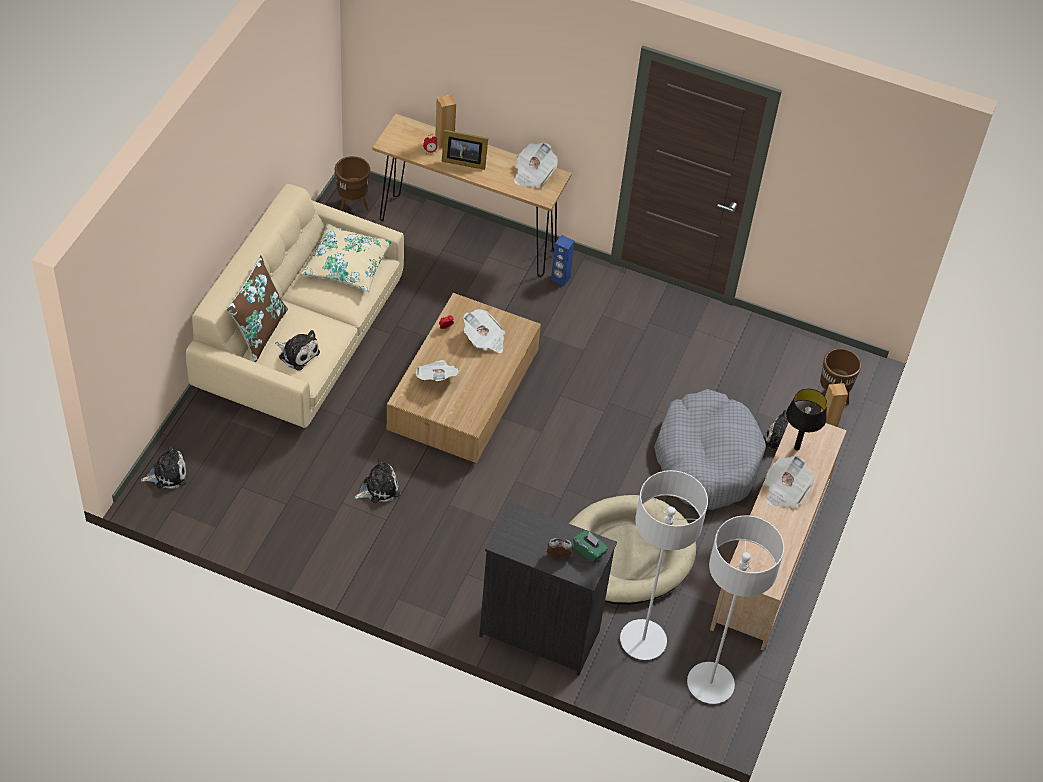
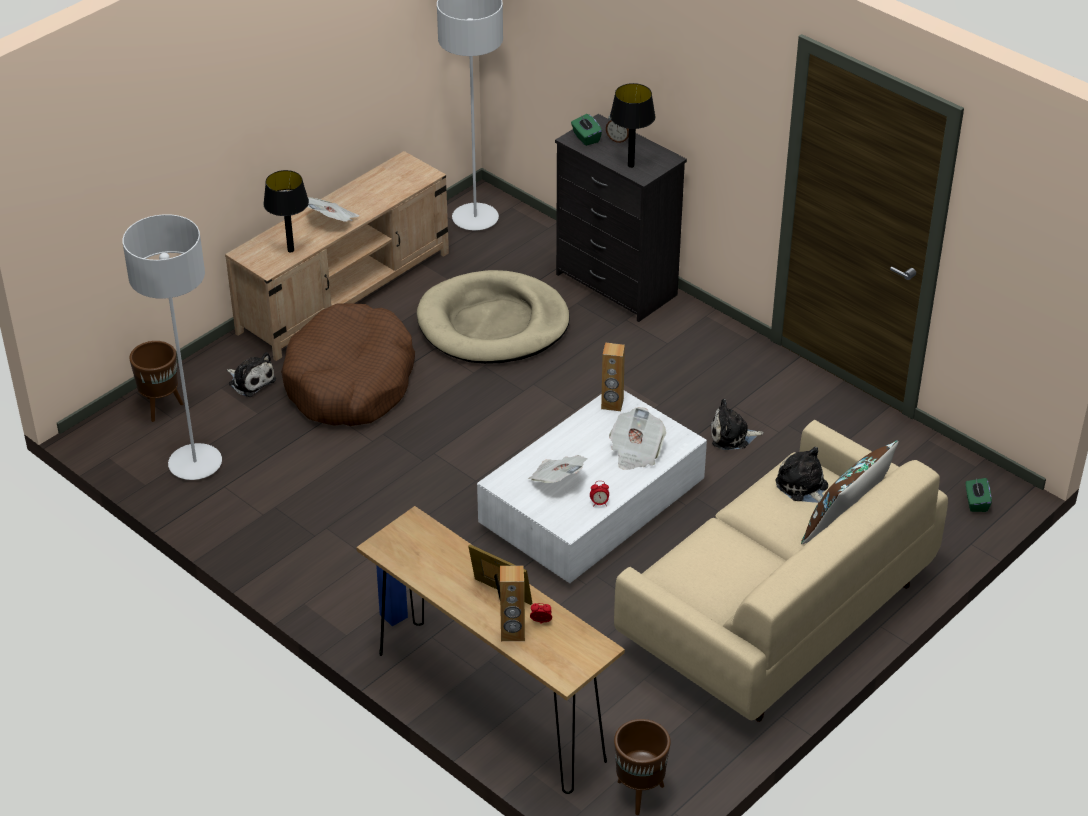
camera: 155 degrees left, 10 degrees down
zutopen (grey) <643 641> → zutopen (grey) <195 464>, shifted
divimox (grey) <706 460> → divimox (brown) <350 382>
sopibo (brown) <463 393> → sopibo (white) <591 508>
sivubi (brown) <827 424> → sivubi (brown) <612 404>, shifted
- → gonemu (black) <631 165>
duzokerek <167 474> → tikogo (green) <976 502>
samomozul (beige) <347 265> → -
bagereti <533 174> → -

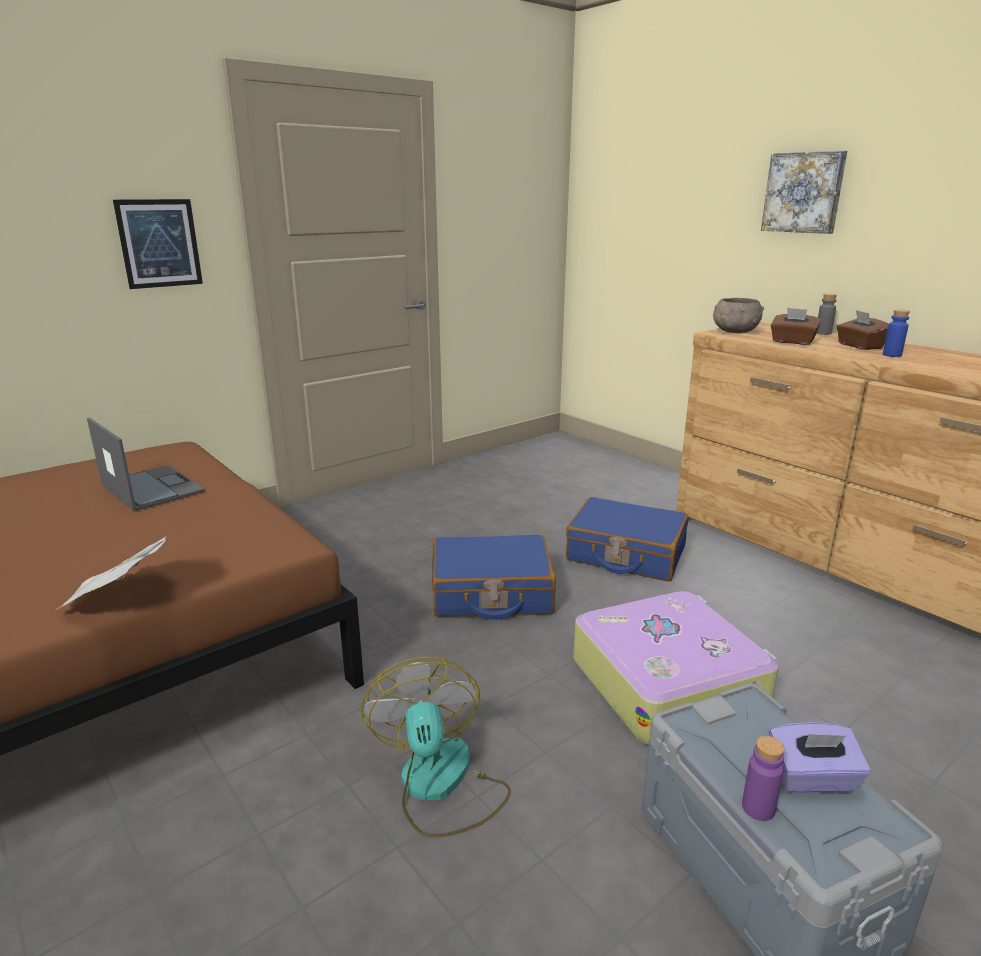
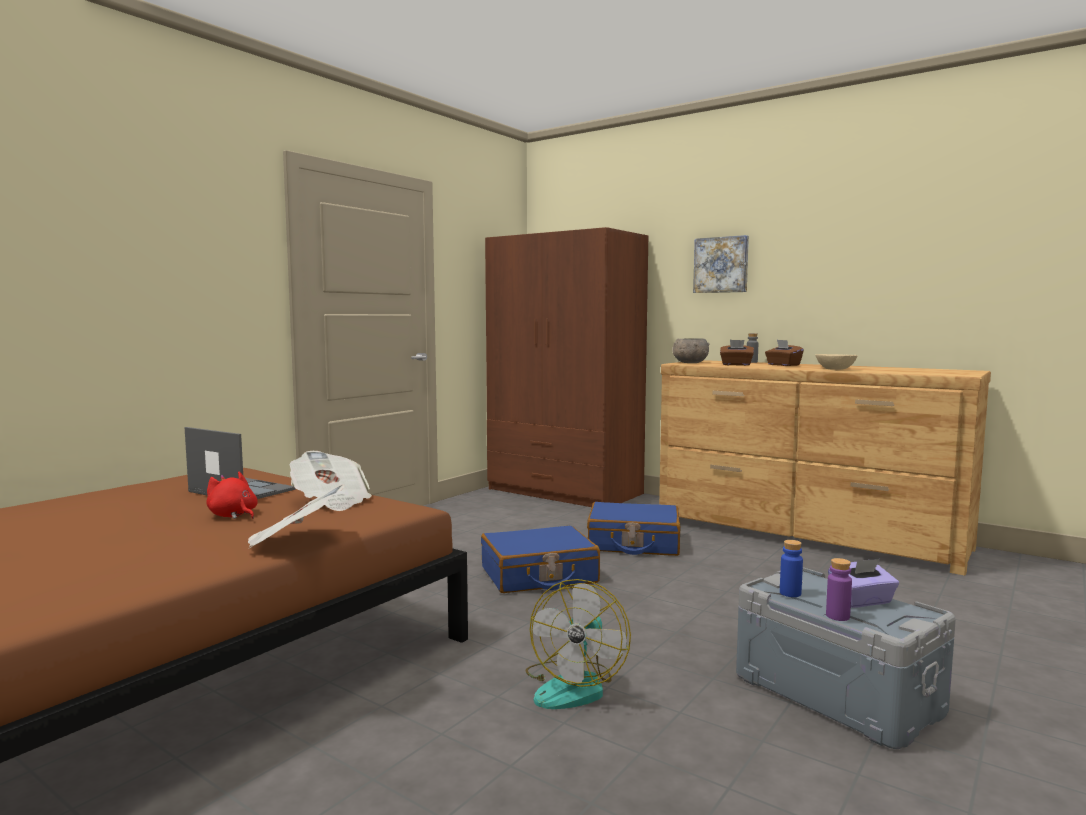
camera: 15 degrees left, 15 degrees down
- → duzokerek (red) <233 515>
- → bagereti <331 501>
- → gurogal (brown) <564 492>
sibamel <440 785> → sibamel <574 686>, 135 degrees counterclockwise
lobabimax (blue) <892 355> → lobabimax (blue) <790 593>, shifted
- → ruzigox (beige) <835 369>
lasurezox <159 243> → -
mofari <668 682> → -

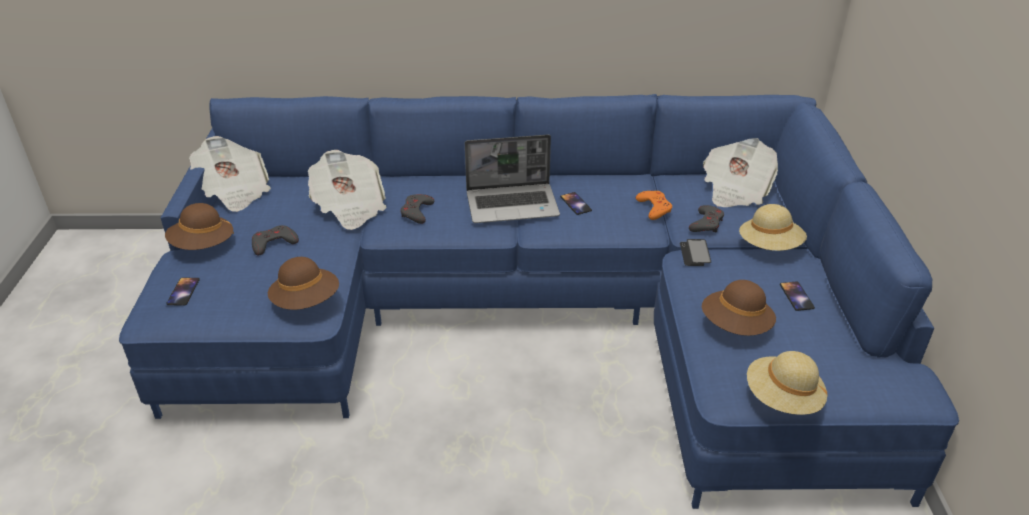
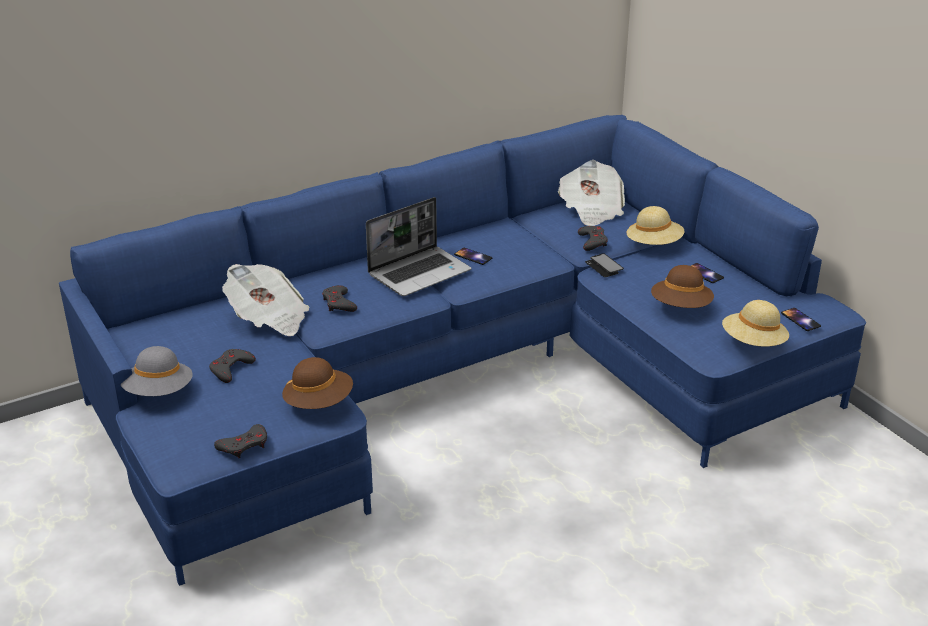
camera: 30 degrees left, 5 degrees down
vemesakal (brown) <203 245> → vemesakal (grey) <159 392>
- → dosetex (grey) <244 445>
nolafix <183 292> → nolafix <800 320>, shifted
bagereti <234 191> → -
dosetex (orange) <654 208> → -

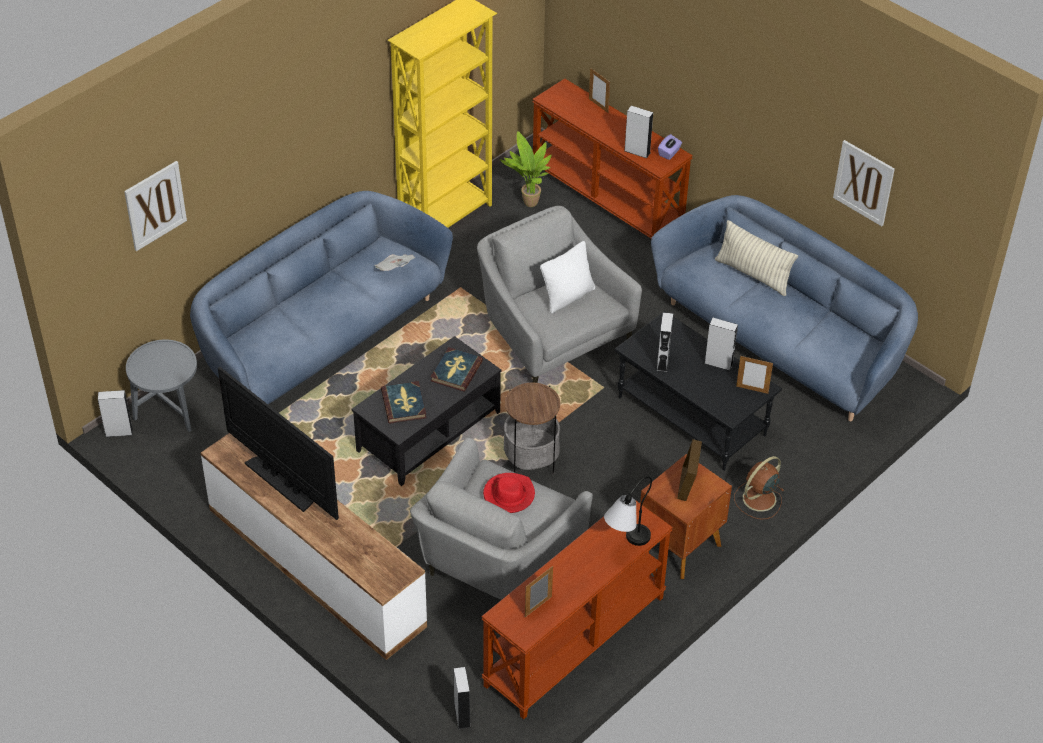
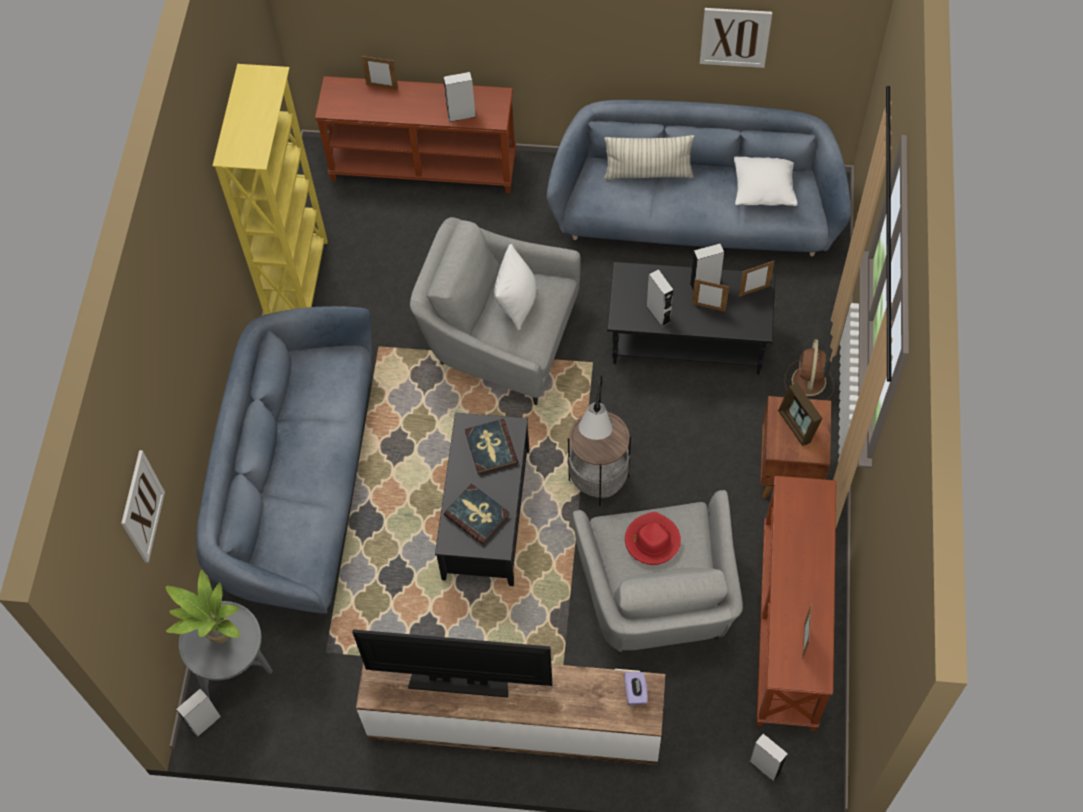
camera: 35 degrees left, 15 degrees up
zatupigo <528 204> → zatupigo <218 638>, shifted
gonemu <625 544> → gonemu <596 440>, shifted
tikogo (purple) <669 153> → tikogo (purple) <635 692>, shifted
- → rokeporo <708 307>
- → samomozul (white) <763 191>
bagereti <395 269> → -

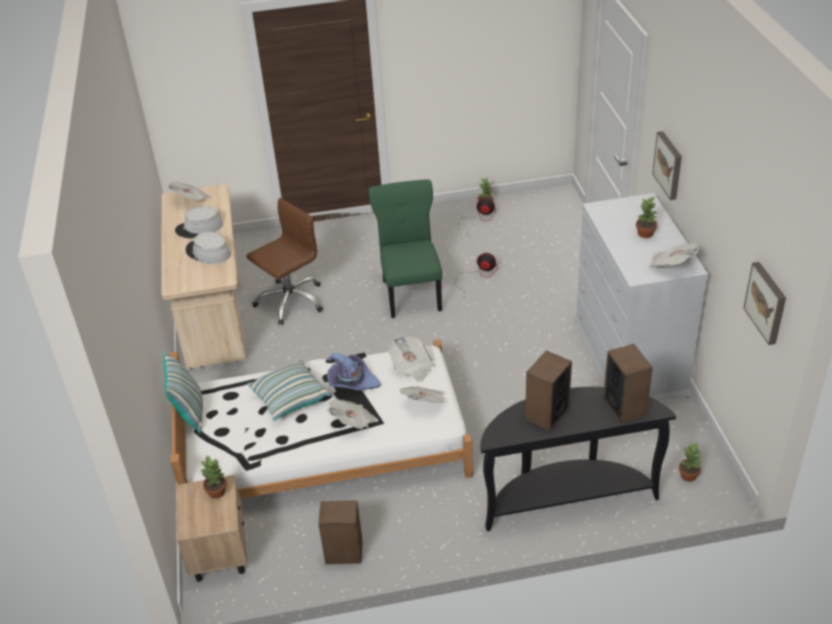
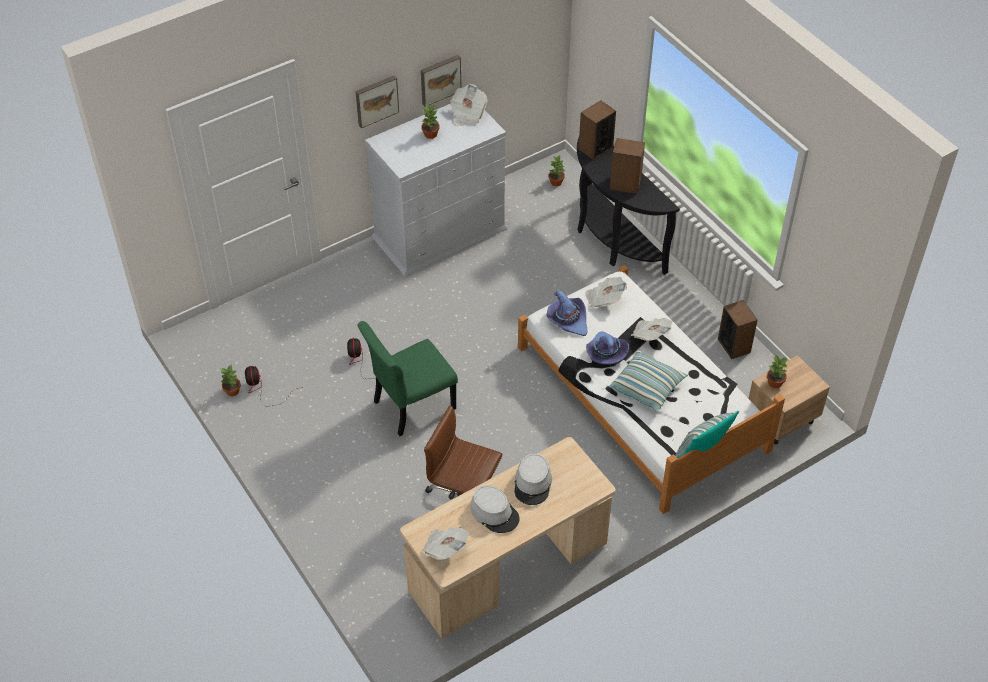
camera: 115 degrees left, 10 degrees up
lasurezox <767 302> → lasurezox <439 79>, shifted
bagereti <412 367> → vemesakal (purple) <567 320>

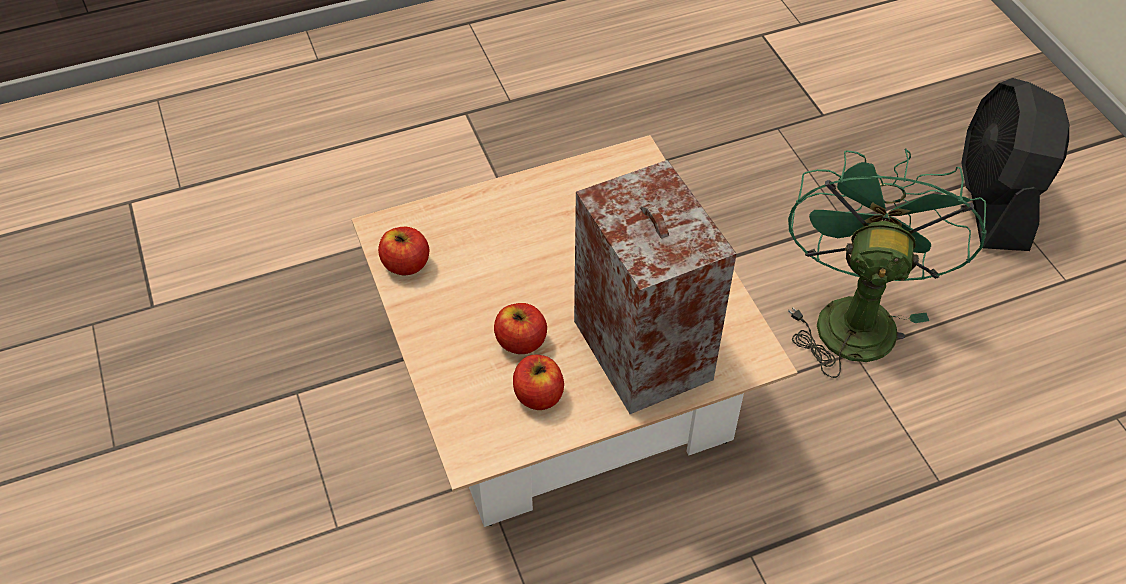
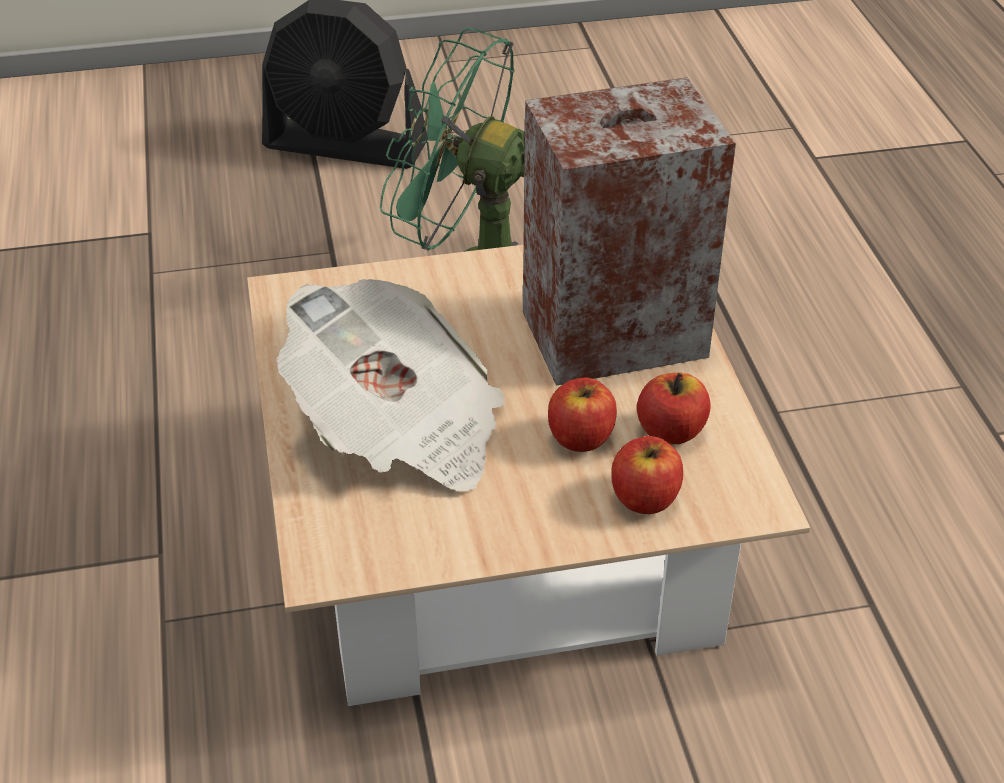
camera: 80 degrees left, 10 degrees down
- → bagereti <399 429>
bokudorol <406 264> → bokudorol <644 498>, shifted

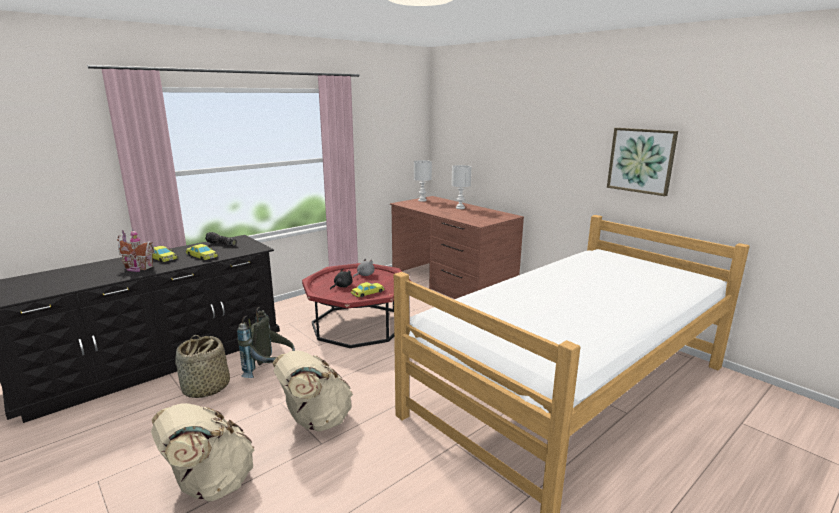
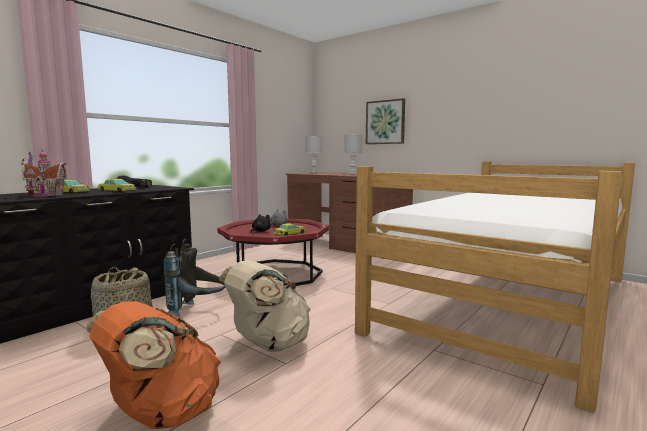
camera: 10 degrees left, 10 degrees down
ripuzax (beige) <210 484> → ripuzax (orange) <161 415>
lasurezox <641 160> → lasurezox <385 122>, shifted

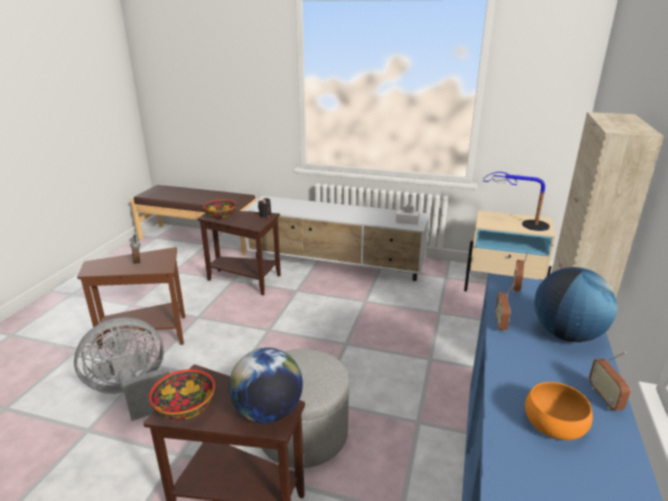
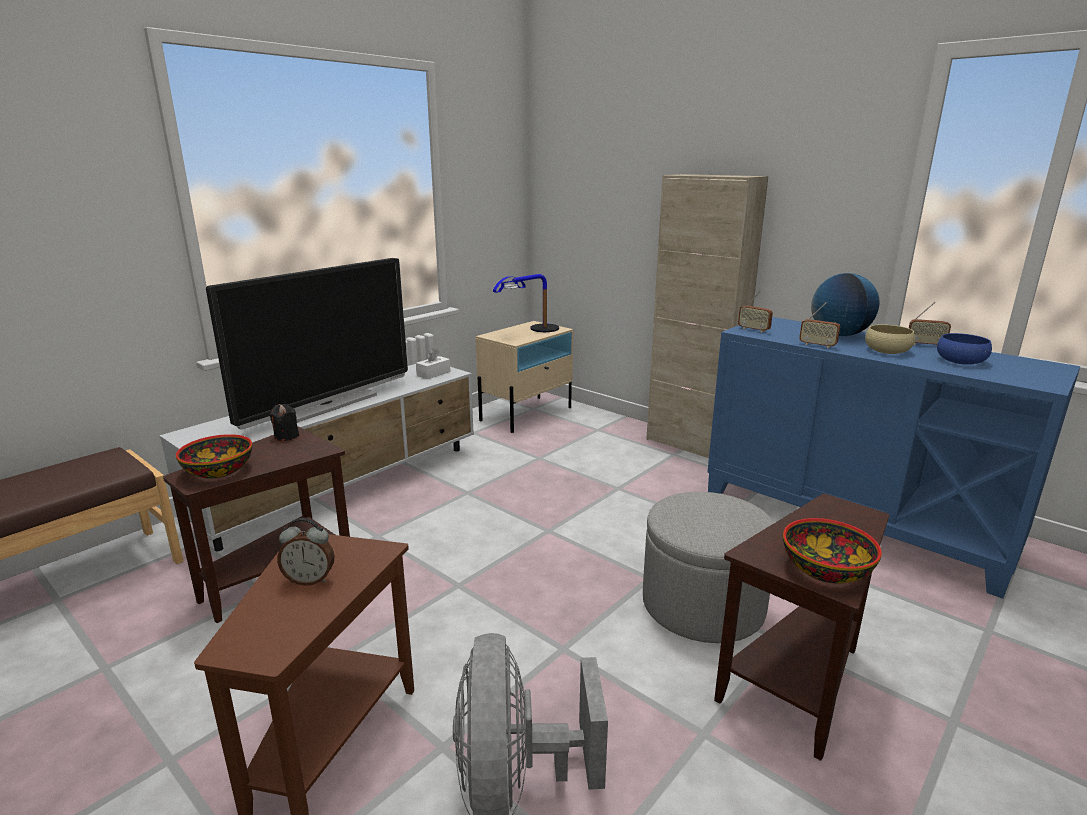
camera: 65 degrees left, 5 degrees down
- → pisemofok <326 405>
- → ruzigox (beige) <887 350>
ruzigox (orange) <554 424> → ruzigox (blue) <960 361>
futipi <268 412> → -

